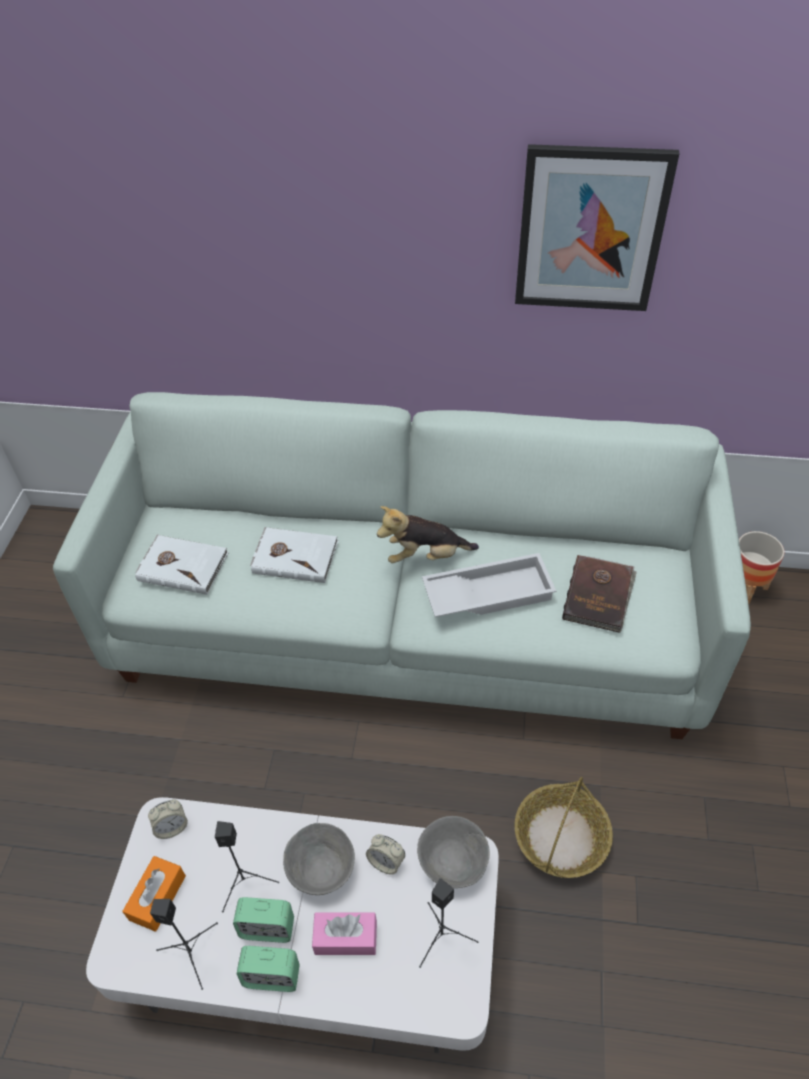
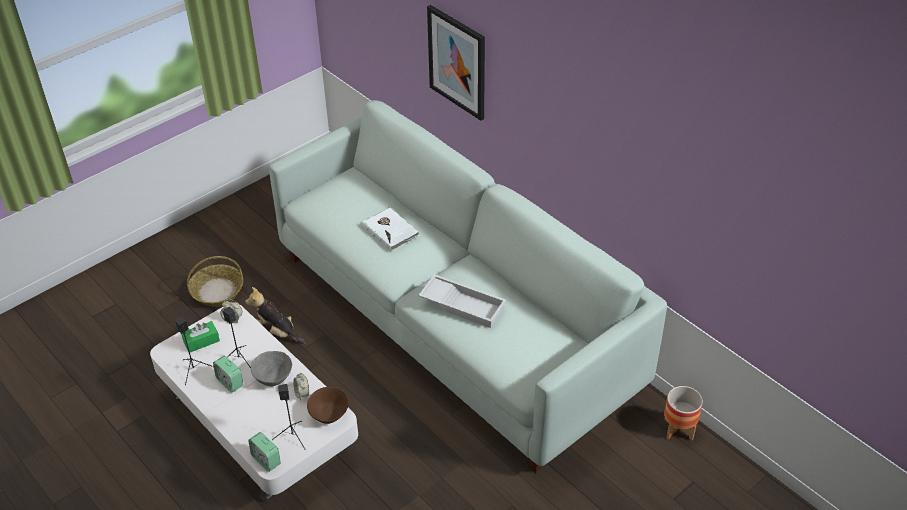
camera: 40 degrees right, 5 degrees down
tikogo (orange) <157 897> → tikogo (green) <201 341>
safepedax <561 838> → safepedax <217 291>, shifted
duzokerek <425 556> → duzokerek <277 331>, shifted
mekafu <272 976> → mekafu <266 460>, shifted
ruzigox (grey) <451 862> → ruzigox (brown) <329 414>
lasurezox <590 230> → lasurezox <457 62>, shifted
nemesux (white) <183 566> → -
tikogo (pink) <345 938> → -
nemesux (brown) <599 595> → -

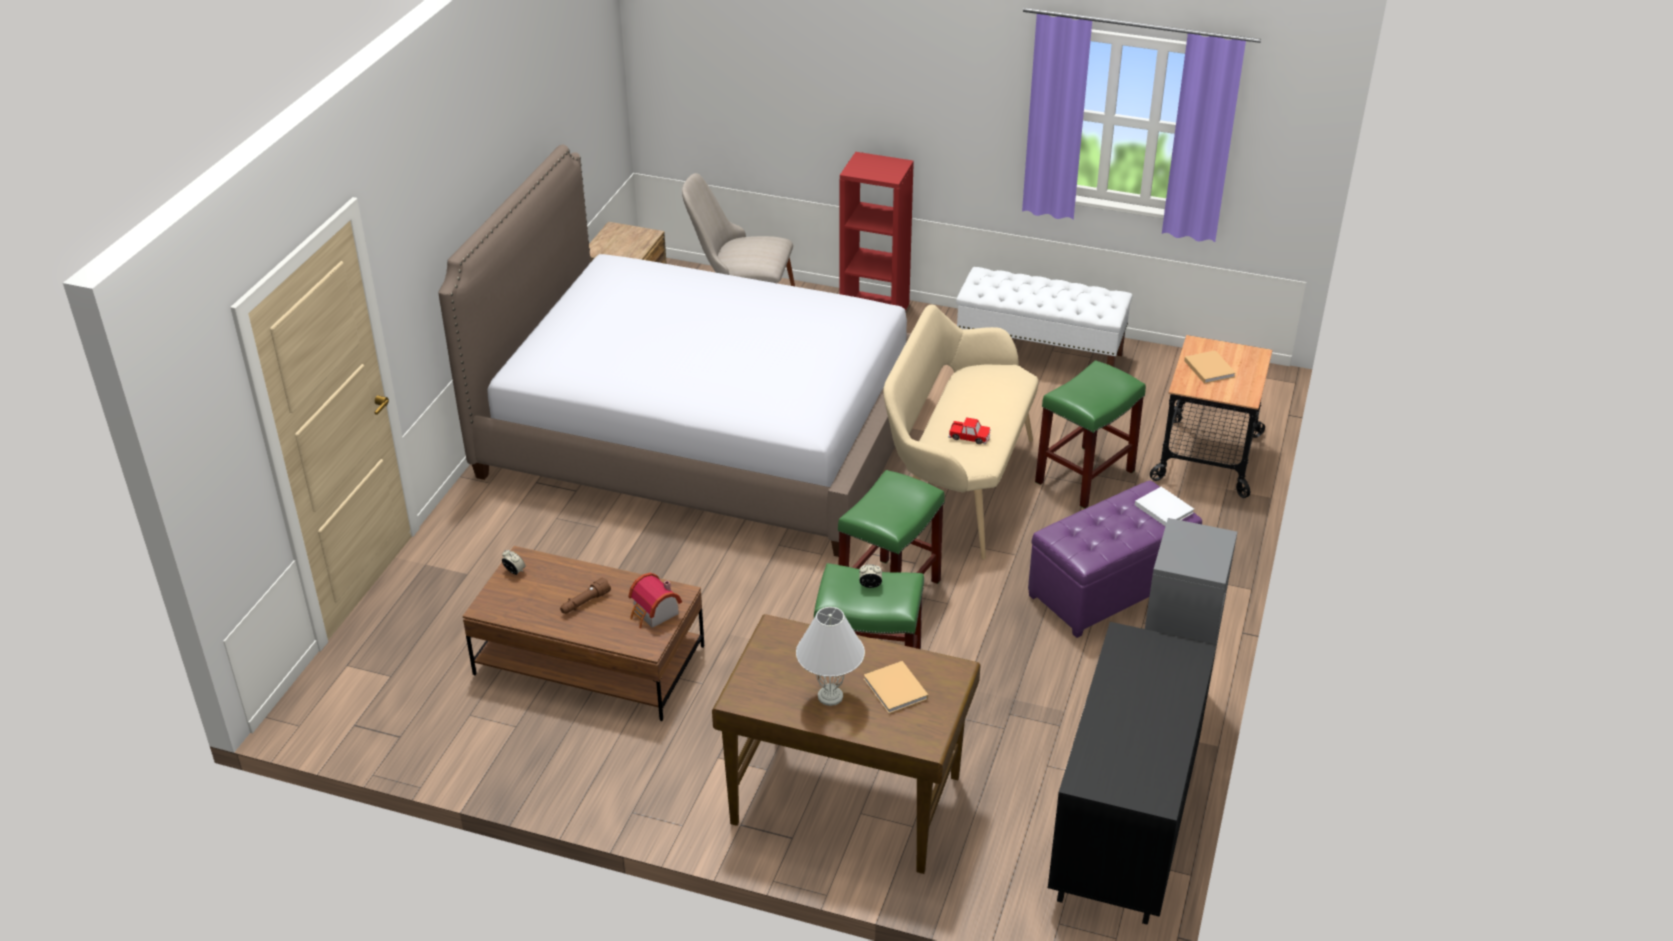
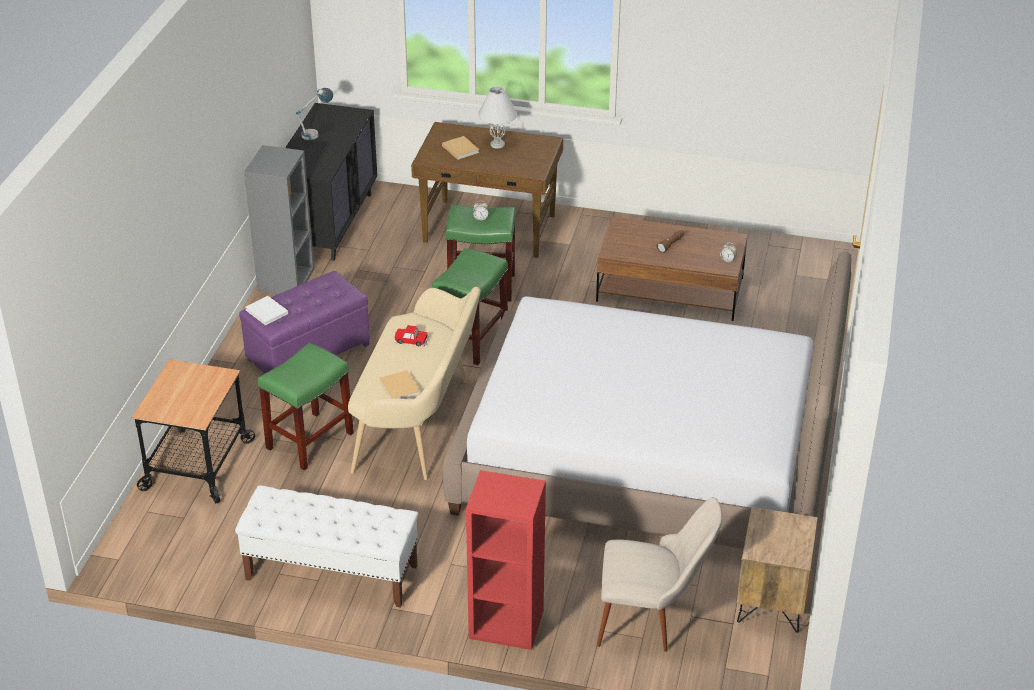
camera: 175 degrees right, 0 degrees up
- → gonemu <316 133>
nemesux (beige) <1208 368> → nemesux (beige) <400 388>, shifted
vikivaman <654 614> → -

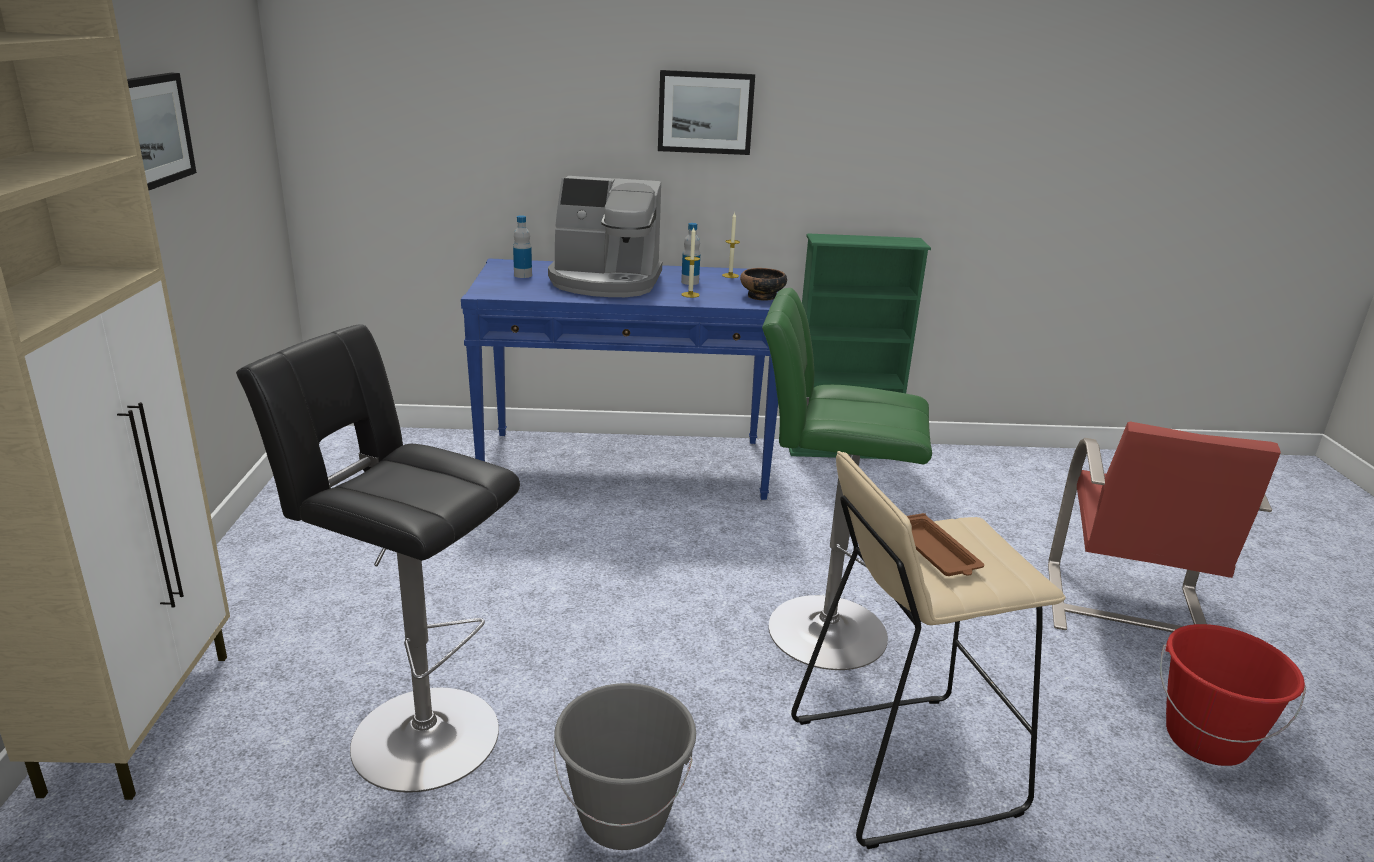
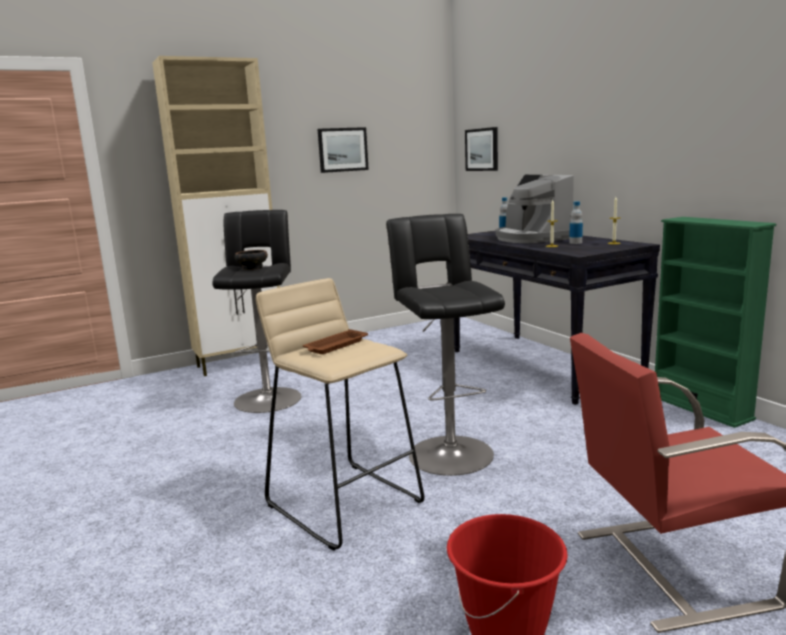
camera: 65 degrees right, 10 degrees down
ruzigox <762 296> → ruzigox <252 268>, shifted
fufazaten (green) <817 629> → fufazaten (black) <448 452>
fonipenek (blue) <627 464> → fonipenek (black) <542 366>
lasurezox <705 112> → lasurezox <482 149>, shifted
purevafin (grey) <624 817> → -

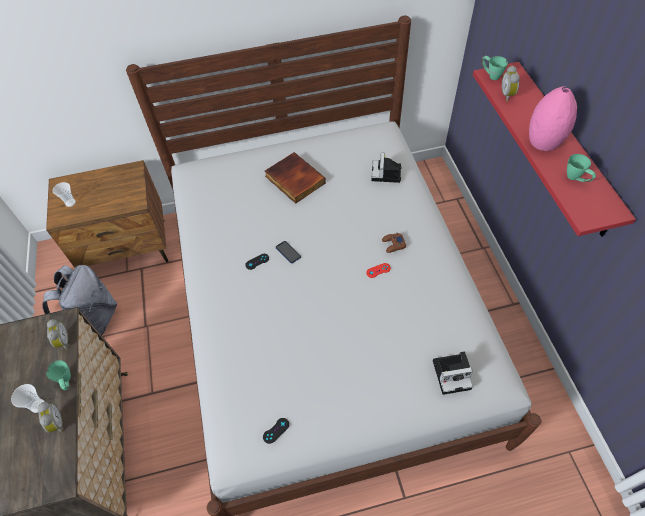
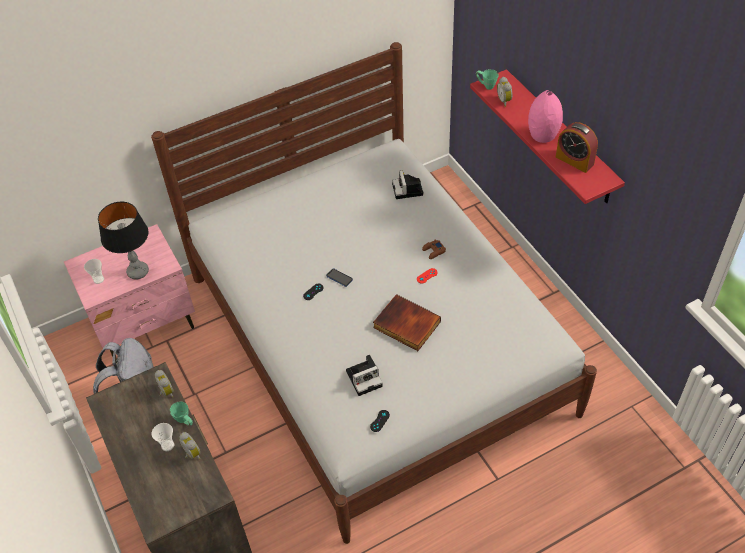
camera: 15 degrees left, 5 degrees down
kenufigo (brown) <129 249> → kenufigo (pink) <146 324>
- → gonemu <138 272>
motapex <453 374> → motapex <365 378>, shifted
nemesux <294 180> → nemesux <405 325>, shifted
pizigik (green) <576 179> → mekafu <574 160>

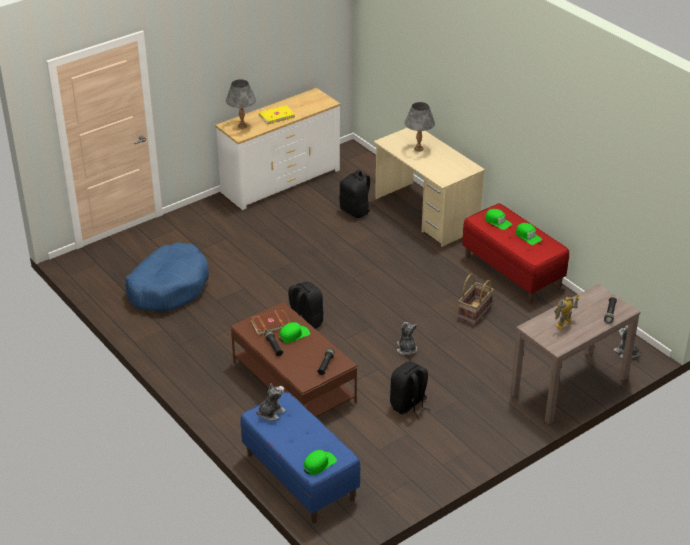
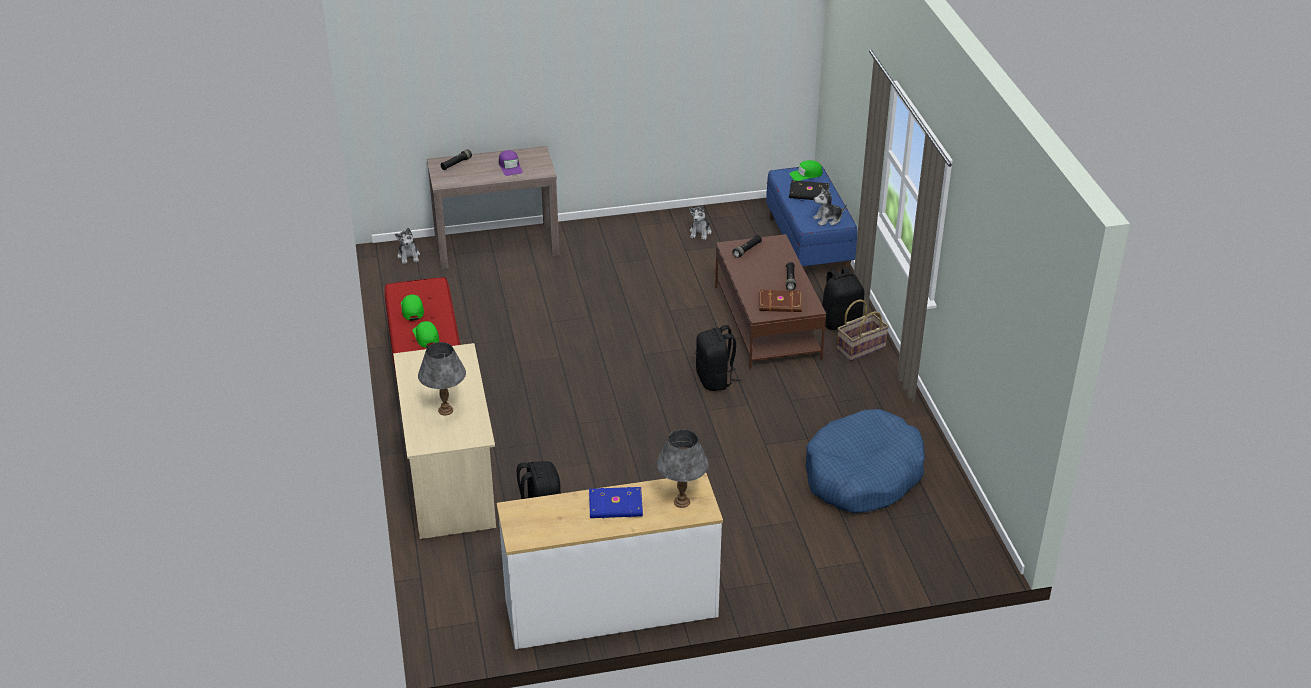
camera: 155 degrees left, 0 degrees up
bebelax <563 324> → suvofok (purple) <510 167>
nemesux (yellow) <276 116> → nemesux (blue) <616 506>
duzokerek <406 349> → duzokerek <700 232>, shifted
- → nemesux (black) <809 193>
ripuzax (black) <409 405> → ripuzax (black) <840 321>, shifted
safepedax <475 312> → safepedax <860 347>, shifted
suvofok (green) <294 335> → -

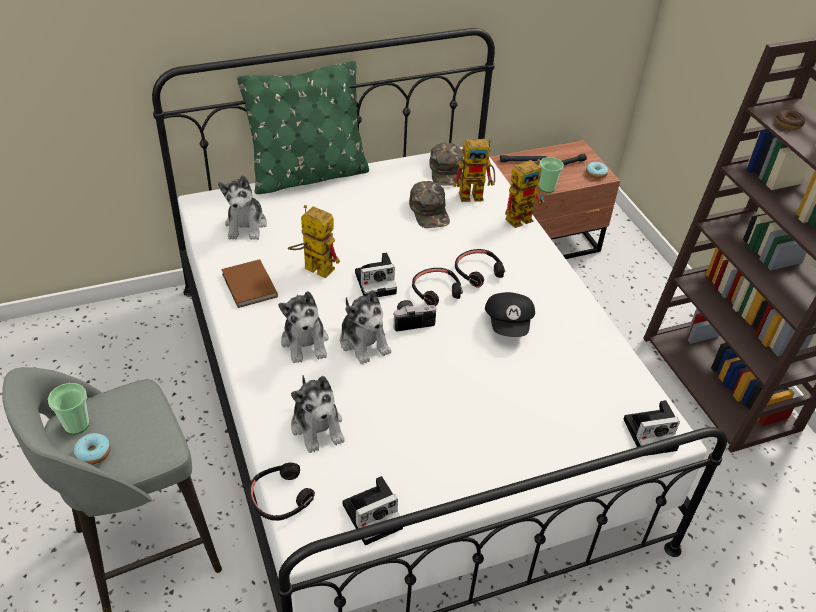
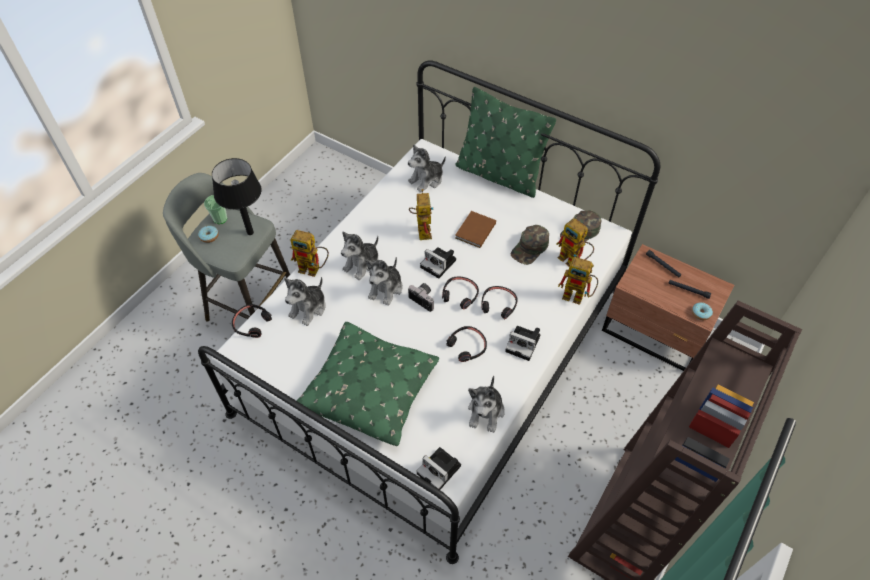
camera: 55 degrees right, 10 degrees up
- → gonemu (black) <250 232>
- → bebelax <314 269>
- → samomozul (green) <370 389>
suvofok (black) <509 324> → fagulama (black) <467 346>
nemesux (brown) <249 286> → nemesux (brown) <474 231>, shifted
- → duzokerek <486 412>
motapex <374 514> → motapex <524 344>, shifted
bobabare <547 188> → -
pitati <788 124> → -

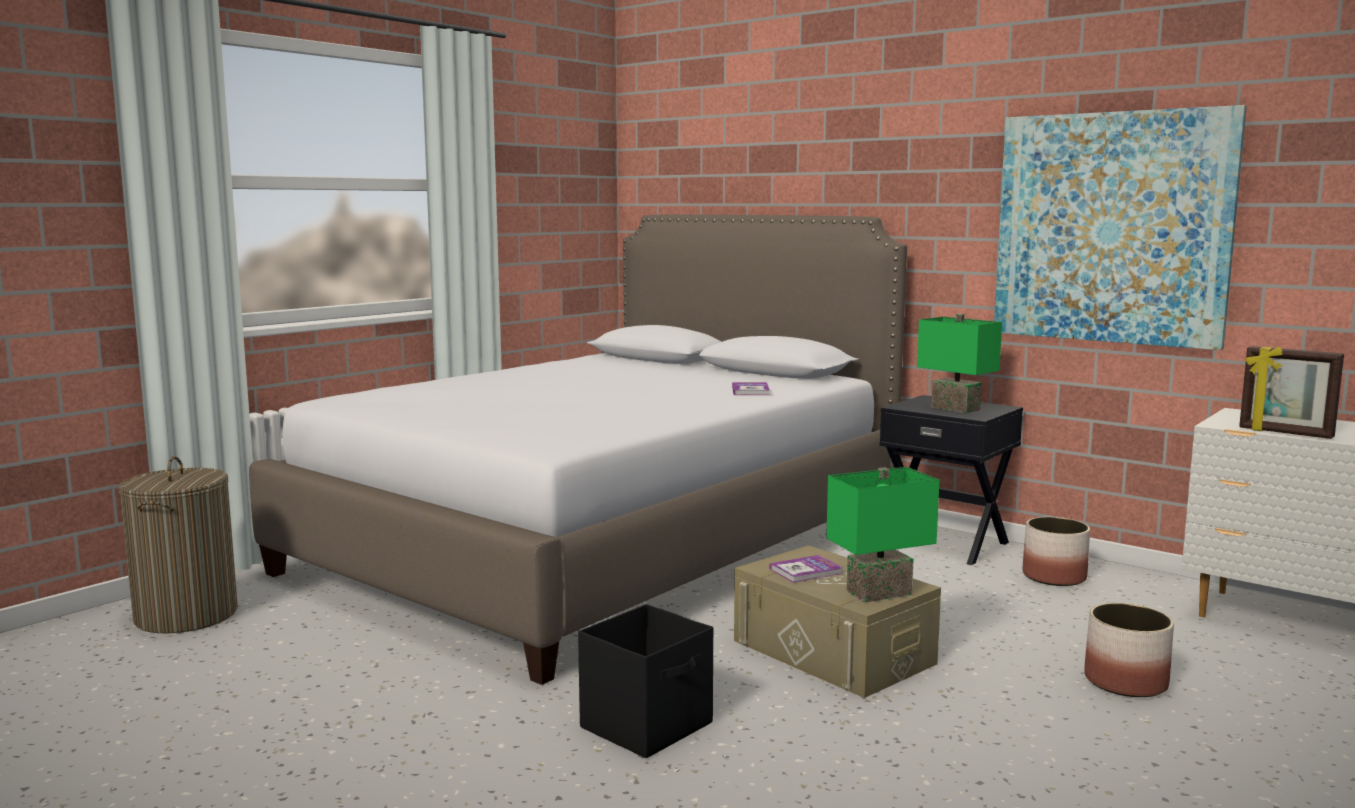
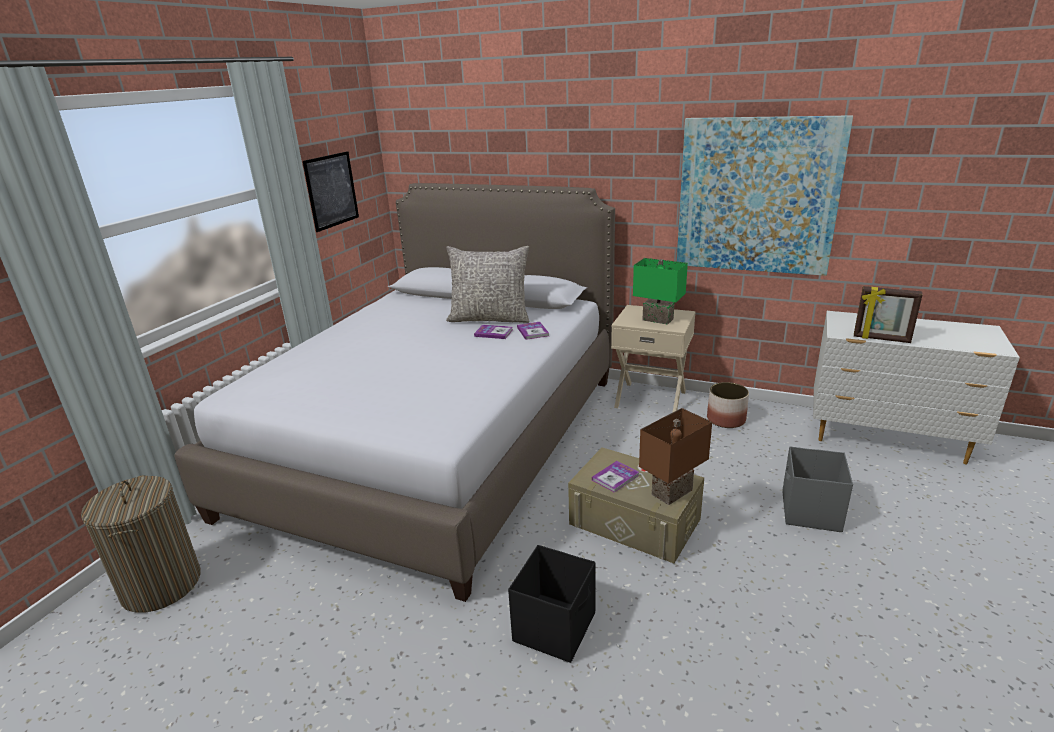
camera: 15 degrees left, 15 degrees up
- → lasurezox <331 190>
- → samomozul (grey) <490 318>
- → nemesux <493 333>
kenufigo (black) <946 543> → kenufigo (beige) <651 398>
gonemu (green) <878 591> → gonemu (brown) <670 491>
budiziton <1126 682> → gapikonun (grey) <810 512>

